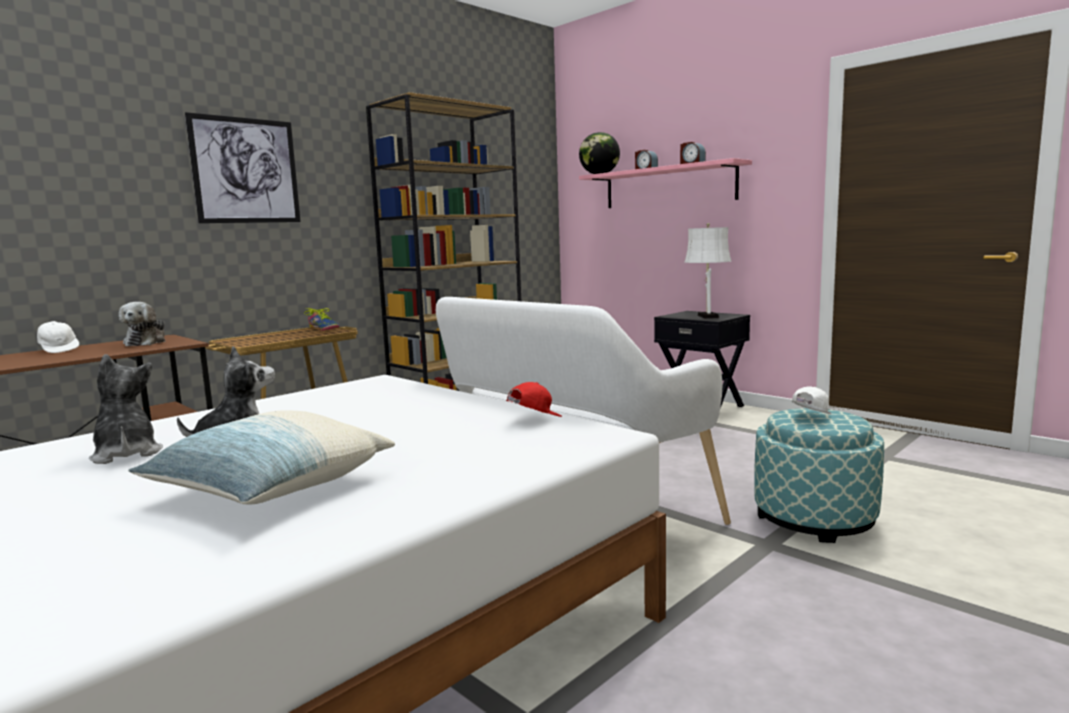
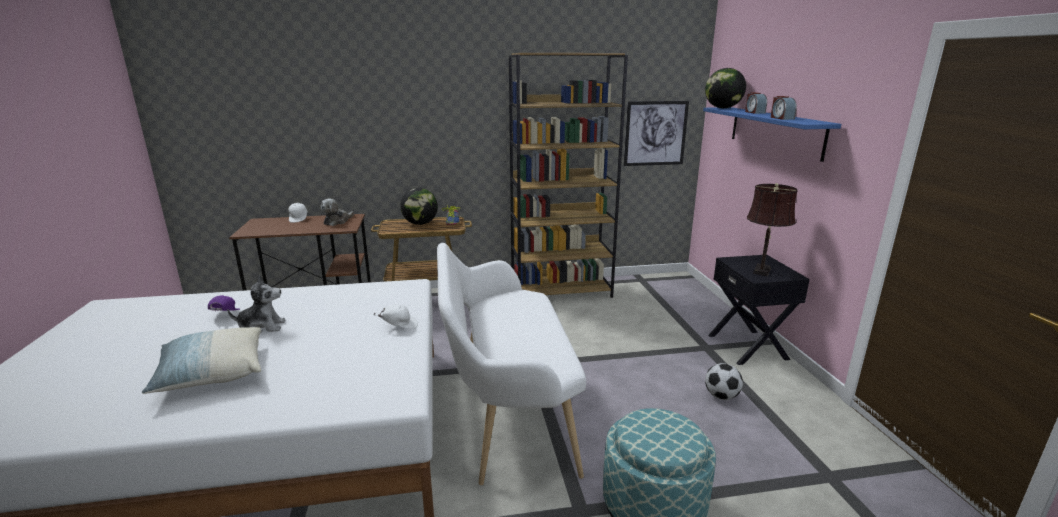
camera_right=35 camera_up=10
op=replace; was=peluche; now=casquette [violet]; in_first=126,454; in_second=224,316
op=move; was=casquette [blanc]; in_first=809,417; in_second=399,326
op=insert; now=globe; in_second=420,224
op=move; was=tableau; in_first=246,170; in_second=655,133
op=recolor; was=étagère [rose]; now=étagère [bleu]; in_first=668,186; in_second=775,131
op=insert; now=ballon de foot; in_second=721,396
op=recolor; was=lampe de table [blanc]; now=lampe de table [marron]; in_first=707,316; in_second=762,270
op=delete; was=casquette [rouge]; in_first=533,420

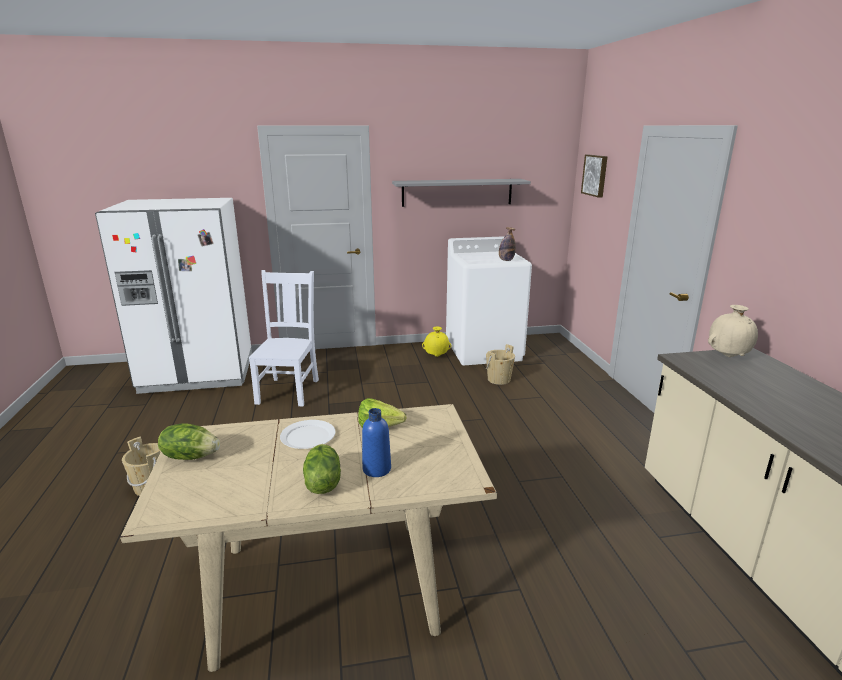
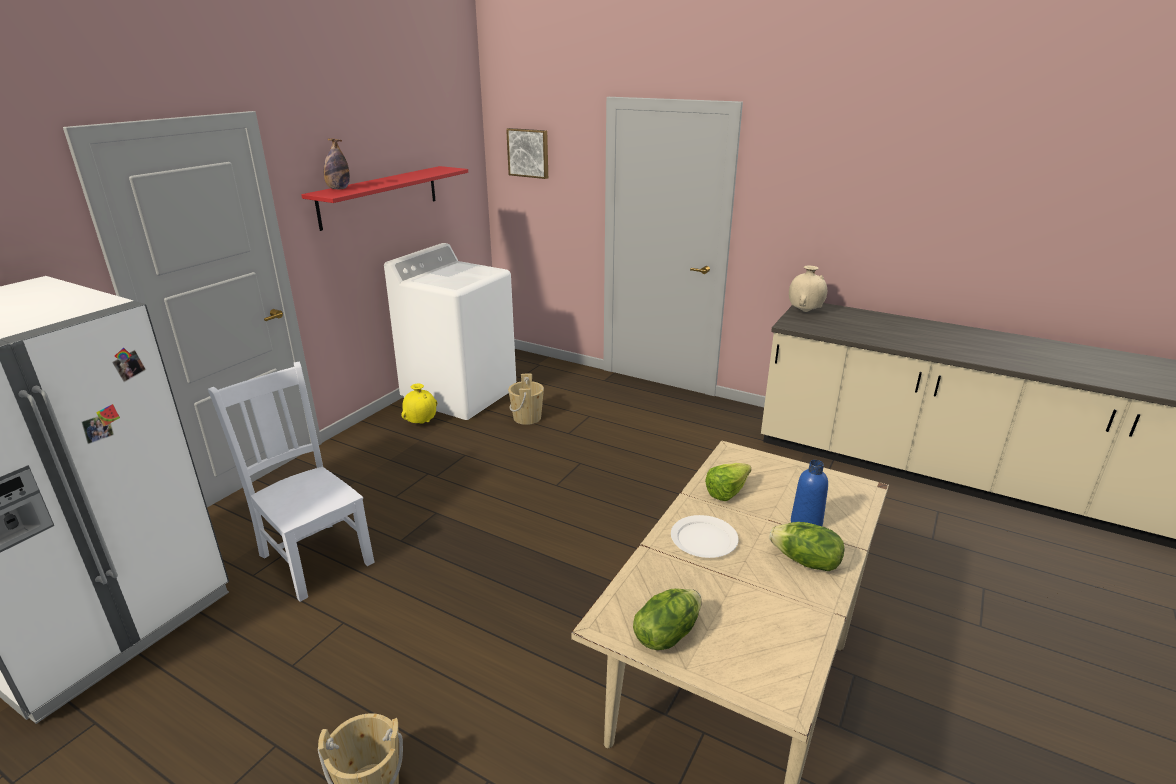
camera_right=-50 camera_up=5
op=recolor; was=étagère [gris]; now=étagère [rouge]; in_first=457,192; in_second=379,196
op=move; was=bouteille; in_first=506,260; in_second=338,189

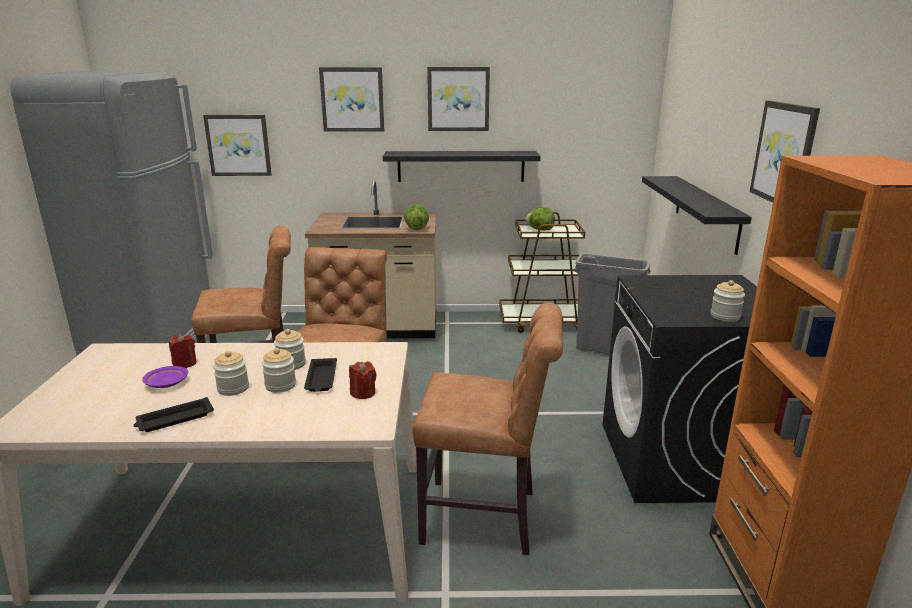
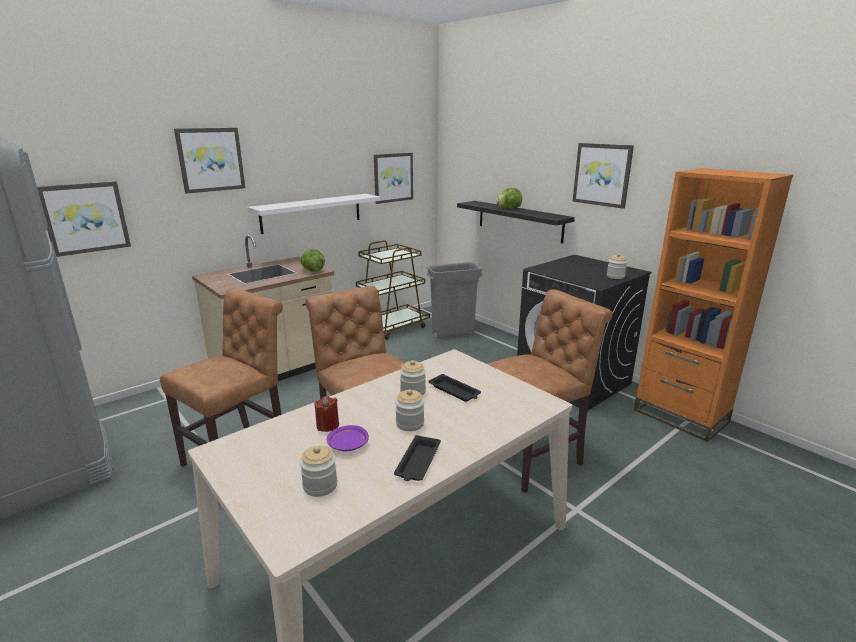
camera_right=-40 camera_up=0
op=recolor; was=étagère [noir]; now=étagère [blanc]; in_first=461,166; in_second=312,213
op=move; was=bocal; in_first=280,385; in_second=320,485
op=move; was=tableau; in_first=458,99; in_second=393,177
op=move; was=laitue; in_first=540,230; in_second=508,208
op=delete; was=bougie [rouge]; in_first=363,393

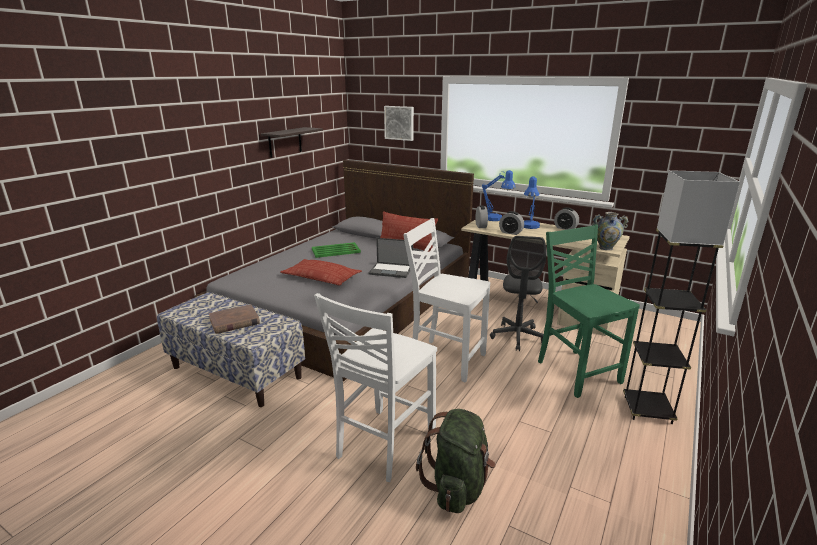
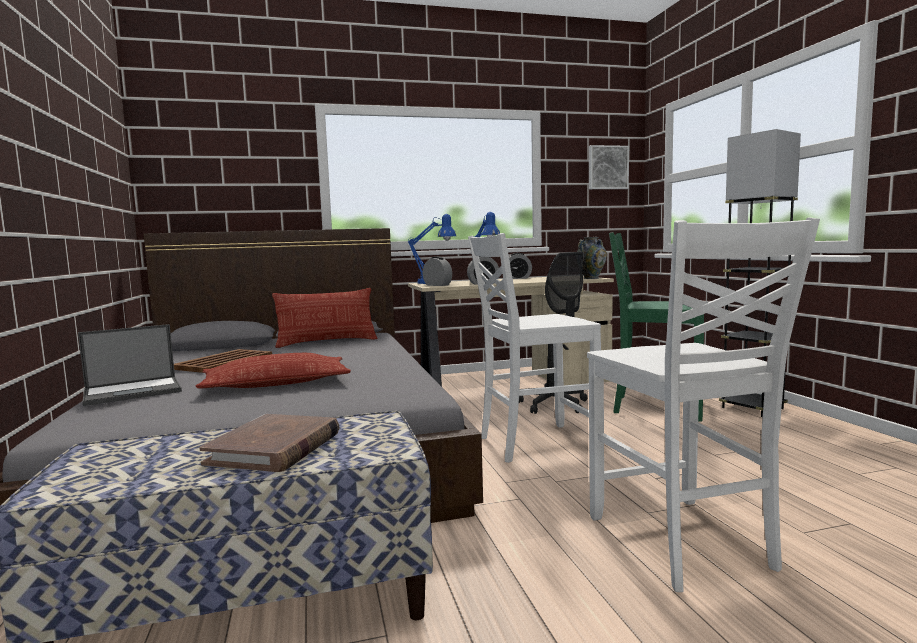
camera_right=-45 camera_up=-15
op=move; was=ordinateur portable; in_first=391,270; in_second=134,391
op=recolor; was=plateau [vert]; now=plateau [marron]; in_first=336,251; in_second=224,362
op=move; was=tableau; in_first=399,123; in_second=607,167
op=delete; was=étagère; in_first=285,142
op=delete; was=sac à dos [vert]; in_first=457,486

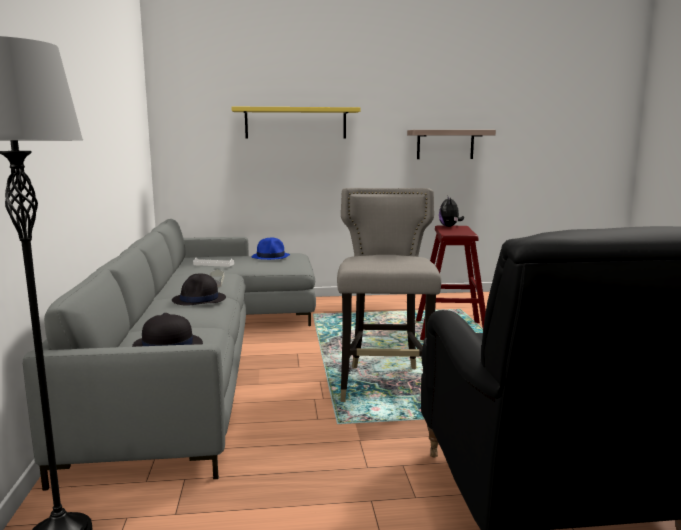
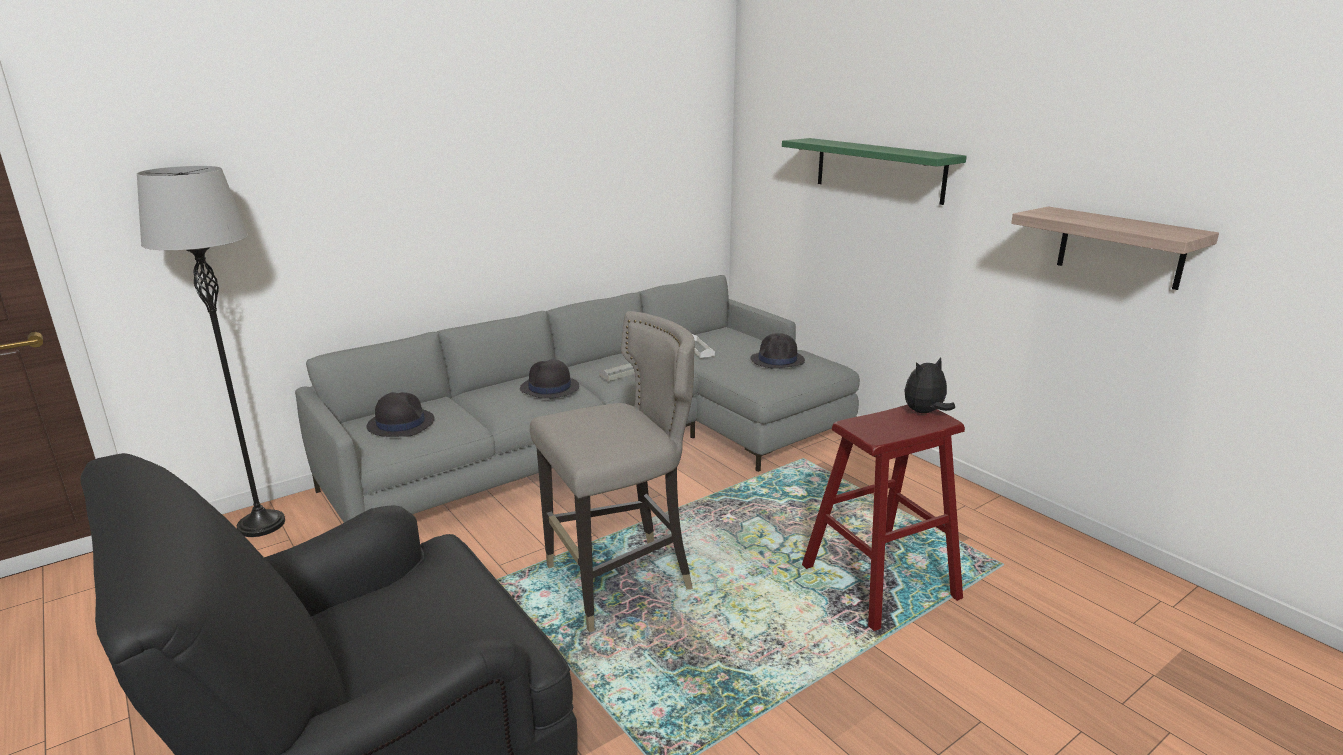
camera_right=60 camera_up=10
op=recolor; was=chapeau [bleu]; now=chapeau [noir]; in_first=271,256; in_second=777,360
op=recolor; was=étagère [jaune]; now=étagère [vert]; in_first=295,123; in_second=878,169

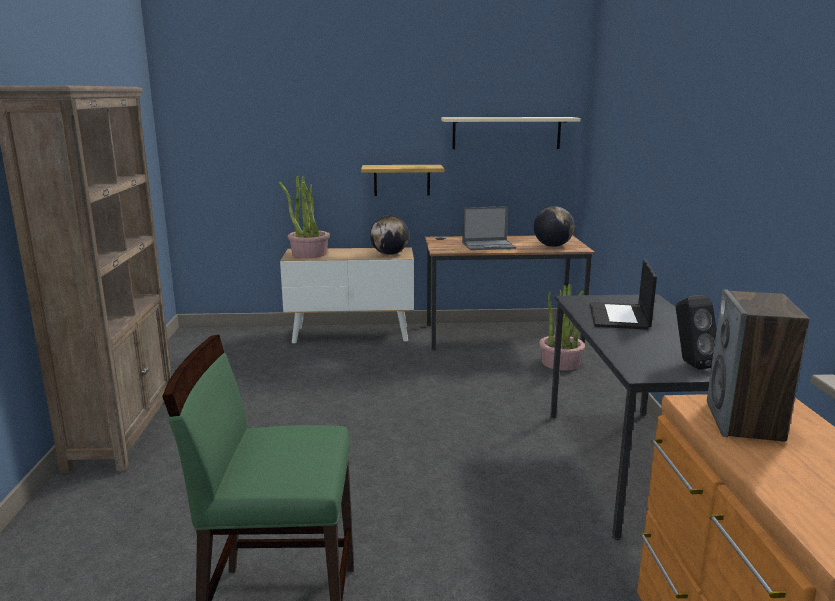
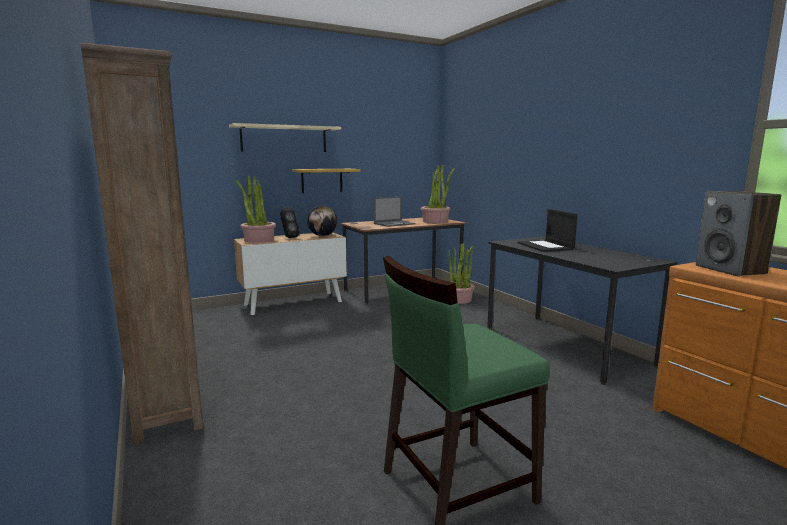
camera_right=-25 camera_up=-5
op=move; was=étagère [beige]; in_first=506,133; in_second=284,139
op=move; was=enceinte [noir]; in_first=690,364; in_second=288,237
op=replace; was=globe; now=plante en pot; in_first=552,246; in_second=435,221

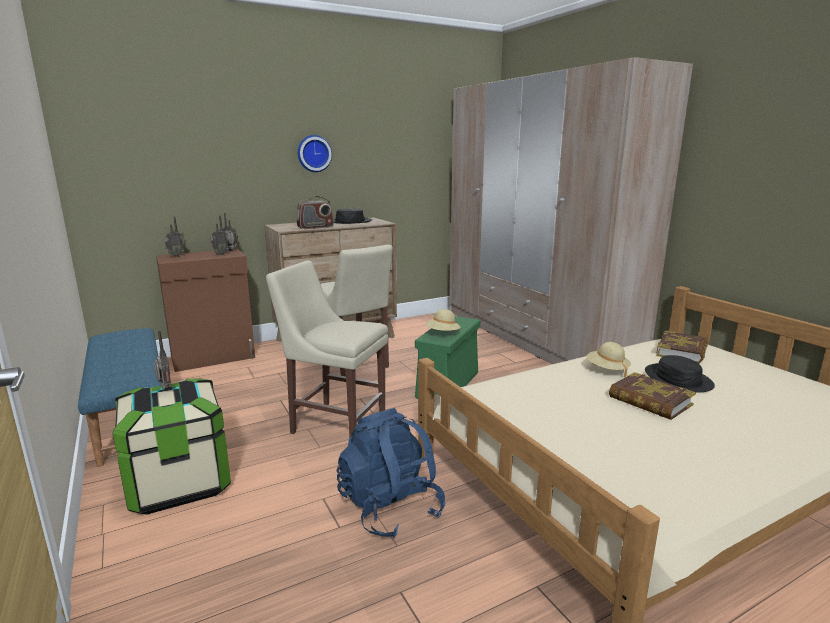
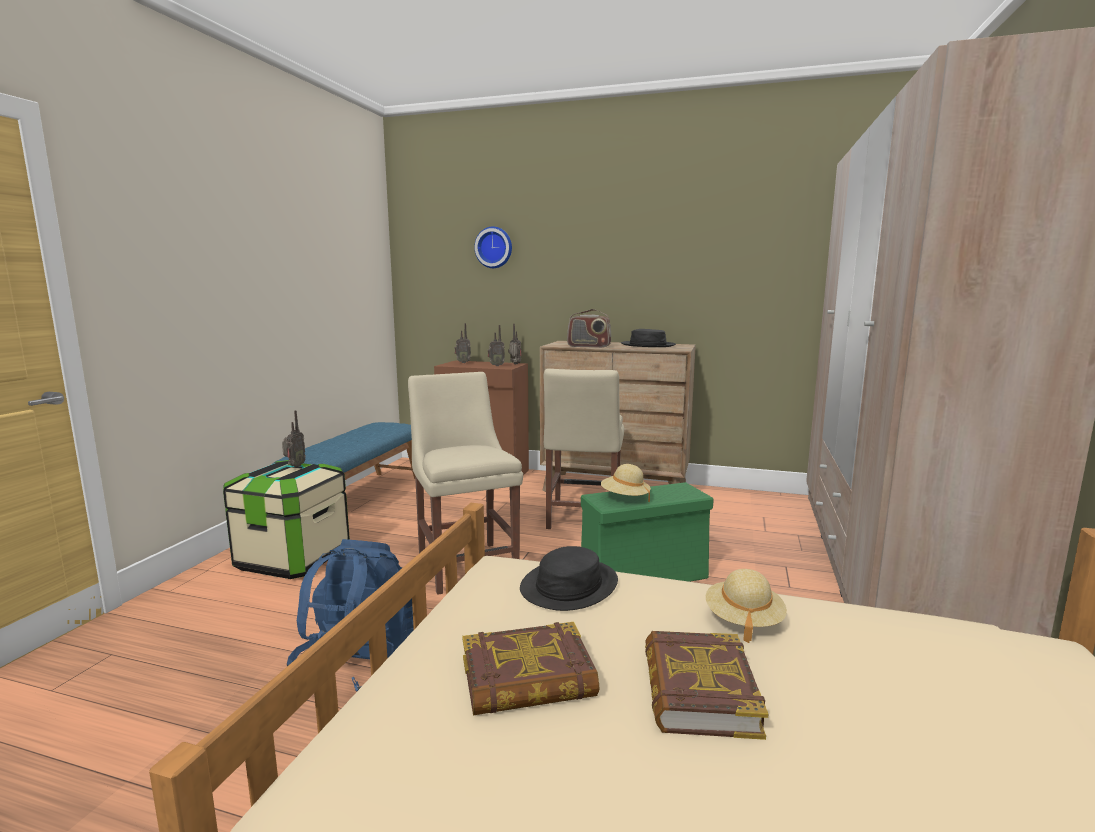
camera_right=45 camera_up=-5
op=move; was=livre; in_first=682,351; in_second=528,678
op=move; was=horloge murale; in_first=314,153; in_second=494,247
op=move; was=chapeau [noir]; in_first=677,379; in_second=569,585

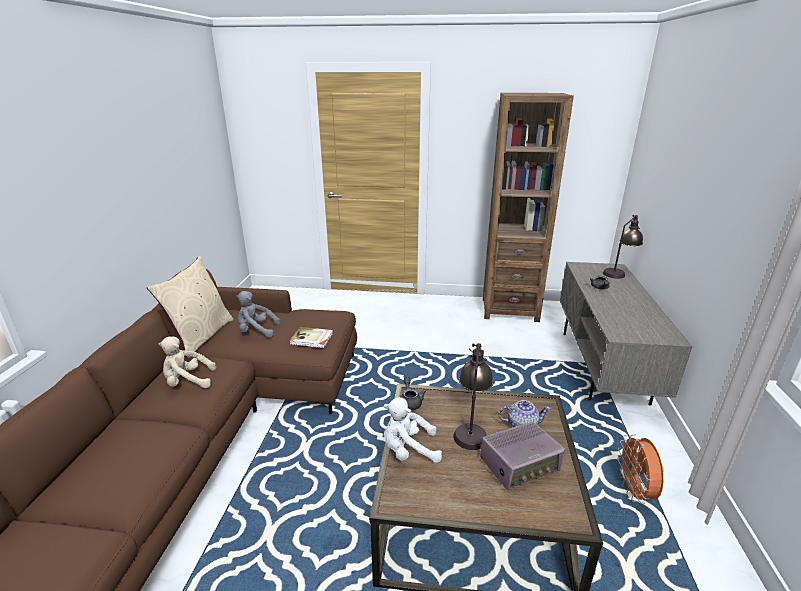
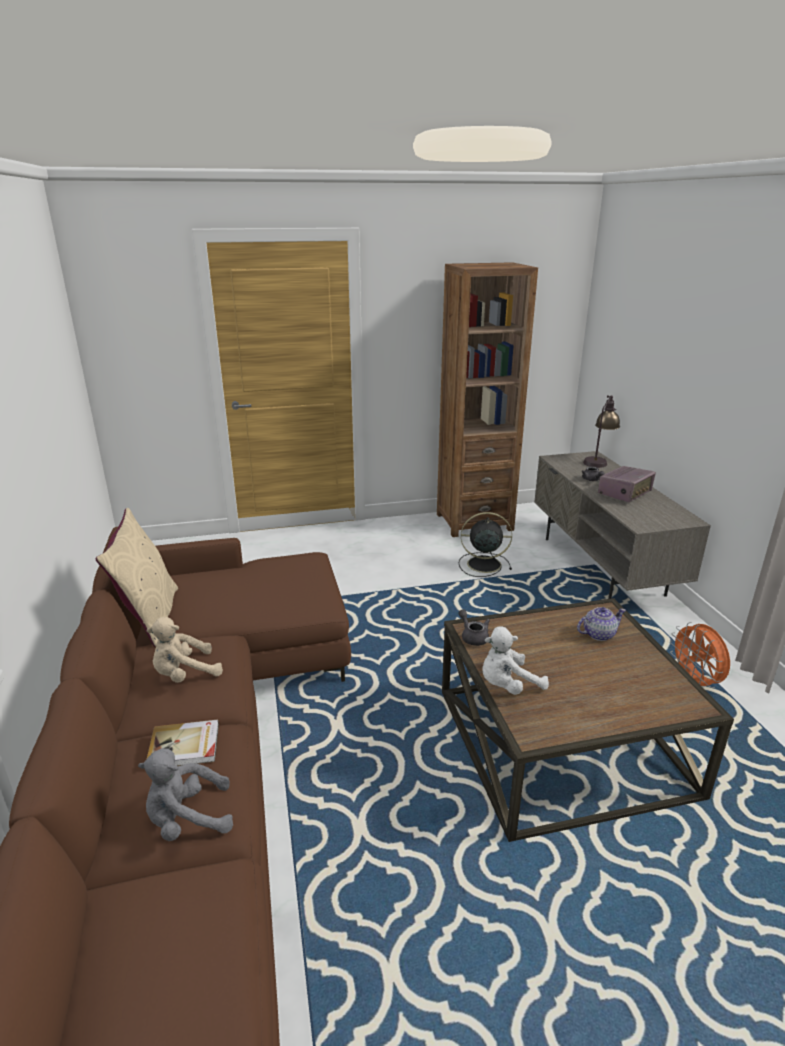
camera_right=-20 camera_up=0
op=move; was=peluche [gris]; in_first=256,331; in_second=187,820
op=move; was=livre; in_first=312,339; in_second=184,747
op=insert; now=ventilateur [noir]; in_second=482,564
op=move; was=radio; in_first=520,465; in_second=625,493
op=delete; was=lampe de table; in_first=471,428

